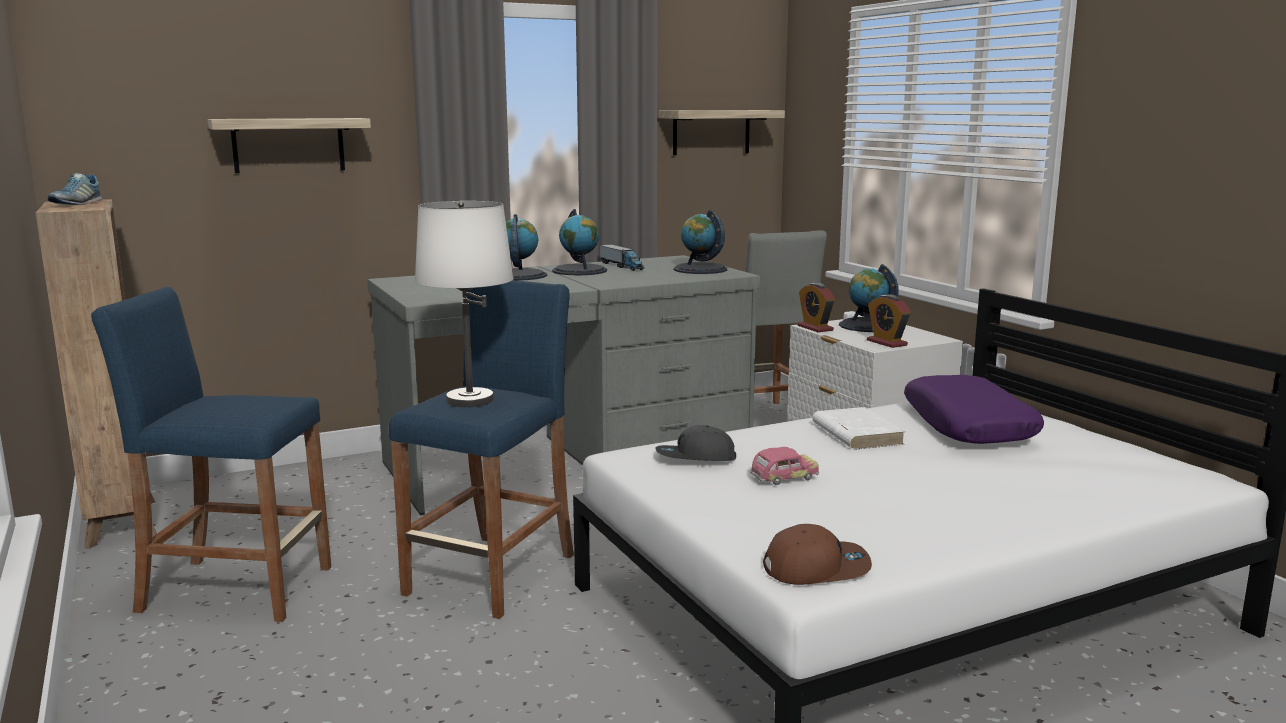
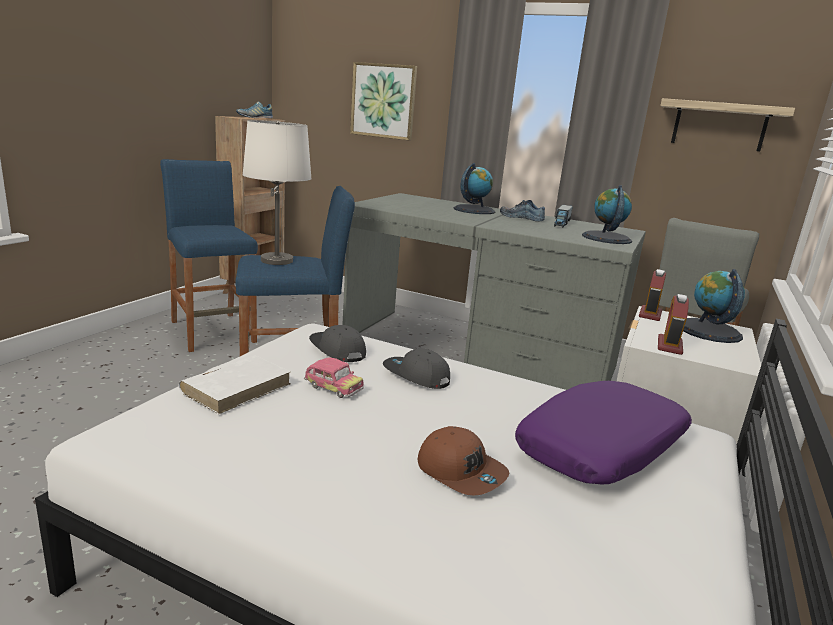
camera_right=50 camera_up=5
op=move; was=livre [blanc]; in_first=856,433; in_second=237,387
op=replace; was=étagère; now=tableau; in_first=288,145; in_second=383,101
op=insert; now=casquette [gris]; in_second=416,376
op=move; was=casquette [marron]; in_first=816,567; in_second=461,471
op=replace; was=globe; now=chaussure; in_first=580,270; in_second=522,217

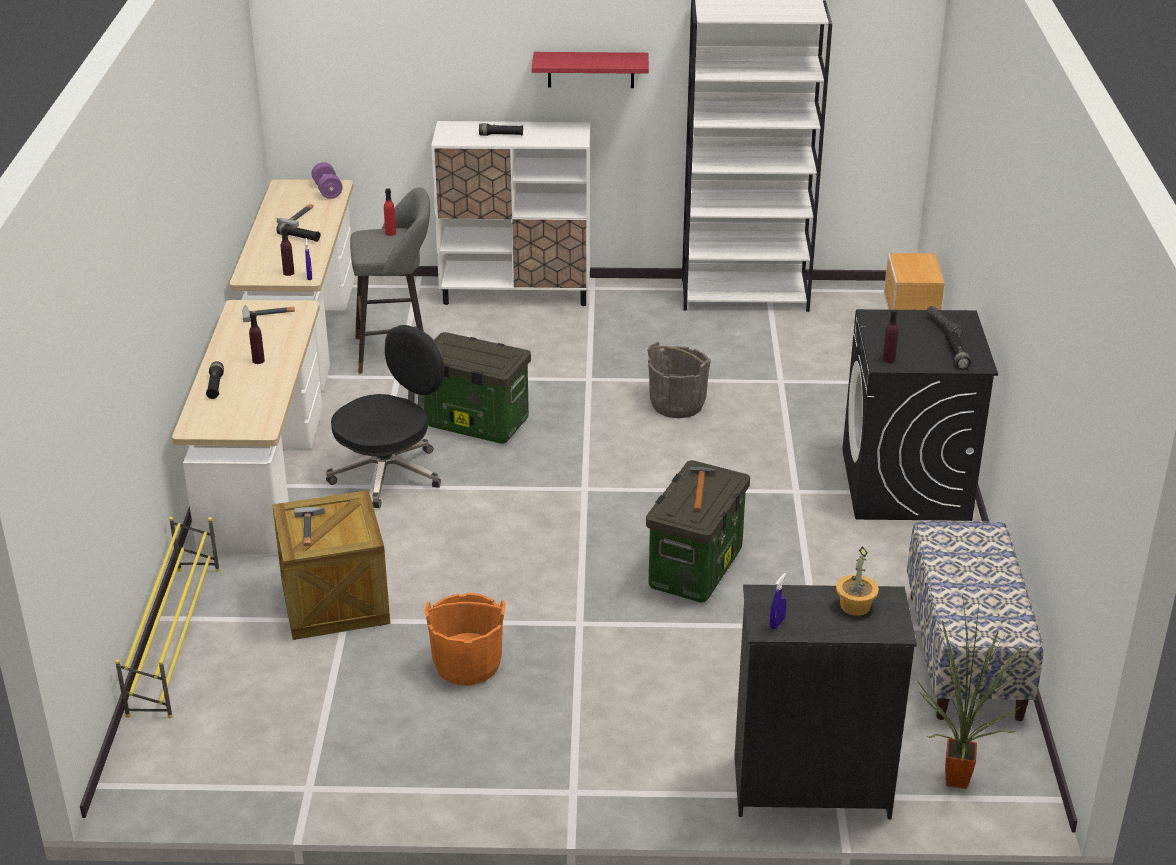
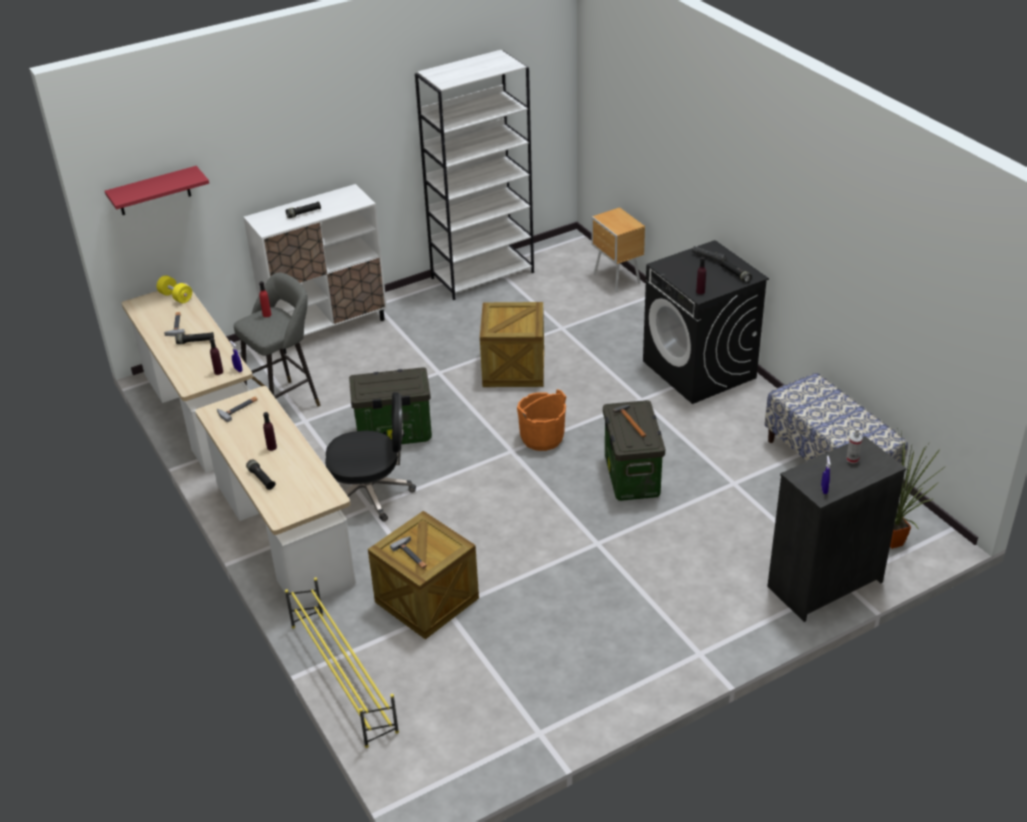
camera_right=-30 camera_up=5
op=move; was=étagère [rouge]; in_first=591,69; in_second=154,191
op=recolor; was=haltère [violet]; now=haltère [jaune]; in_first=327,190; in_second=176,297
op=rotate; was=chaise de bureau [noir]; in_first=389,473; in_second=371,493; clockwise=75
op=replace; was=seau [gris]; now=caisse; in_first=677,404; in_second=513,368
op=move; was=seau [orange]; in_first=467,665; in_second=542,438
op=replace; was=plante en pot; now=vaporisateur; in_first=854,605; in_second=852,459

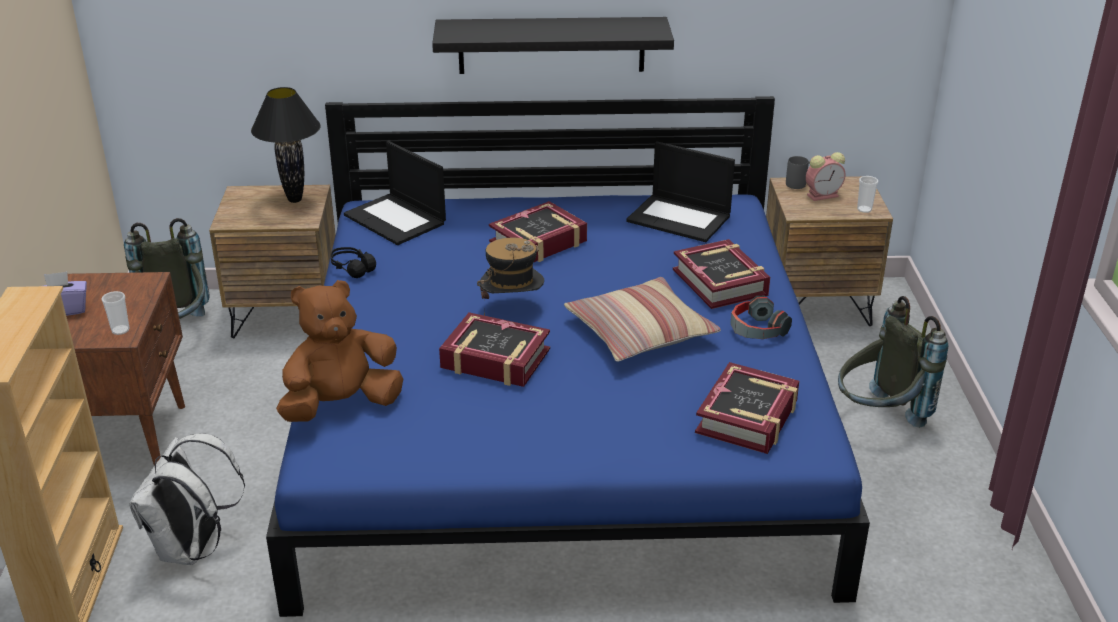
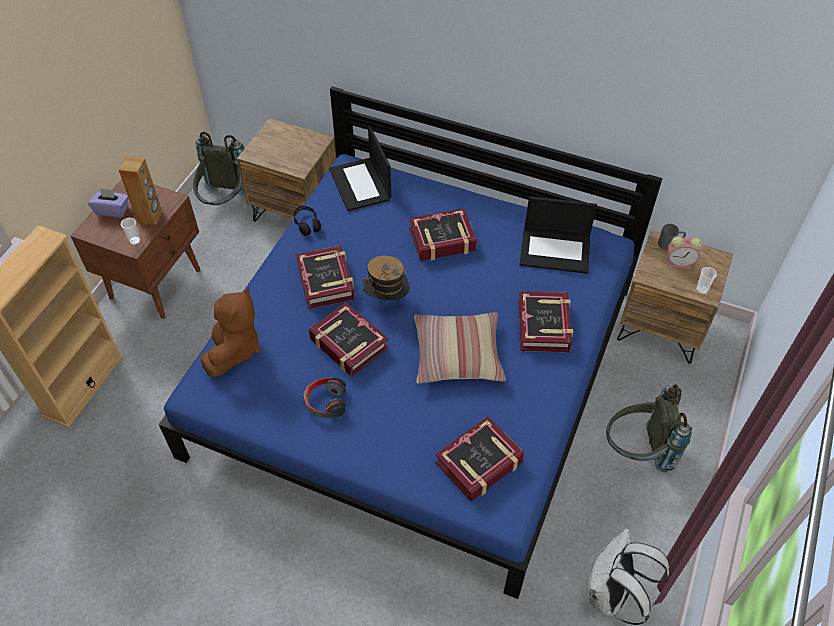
camera_right=25 camera_up=20
op=insert; now=enceinte [marron]; in_second=150,217
op=rotate; was=peluche [marron]; in_first=341,405; in_second=234,349; clockwise=105
op=insert; now=livre; in_second=326,281
op=move; was=casque audio; in_first=756,330; in_second=325,402
op=rotate; was=ordinateur portable; in_first=680,218; in_second=556,250; clockwise=-45
op=move; was=sac à dos [blanc]; in_first=193,549; in_second=612,595
op=delete; was=lampe de table [noir]; in_first=294,200
op=delete; was=étagère [noir]; in_first=551,45

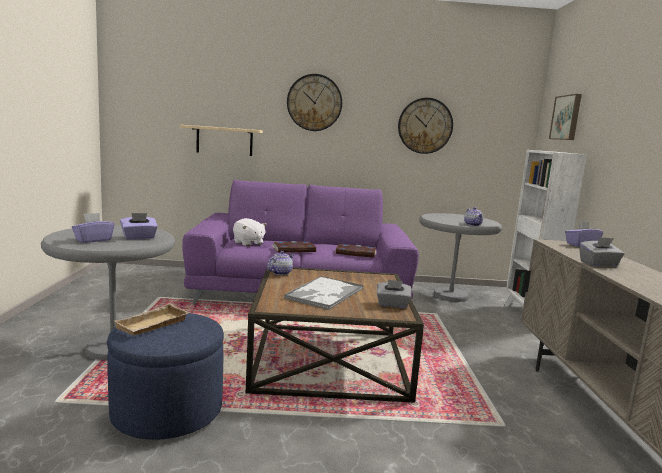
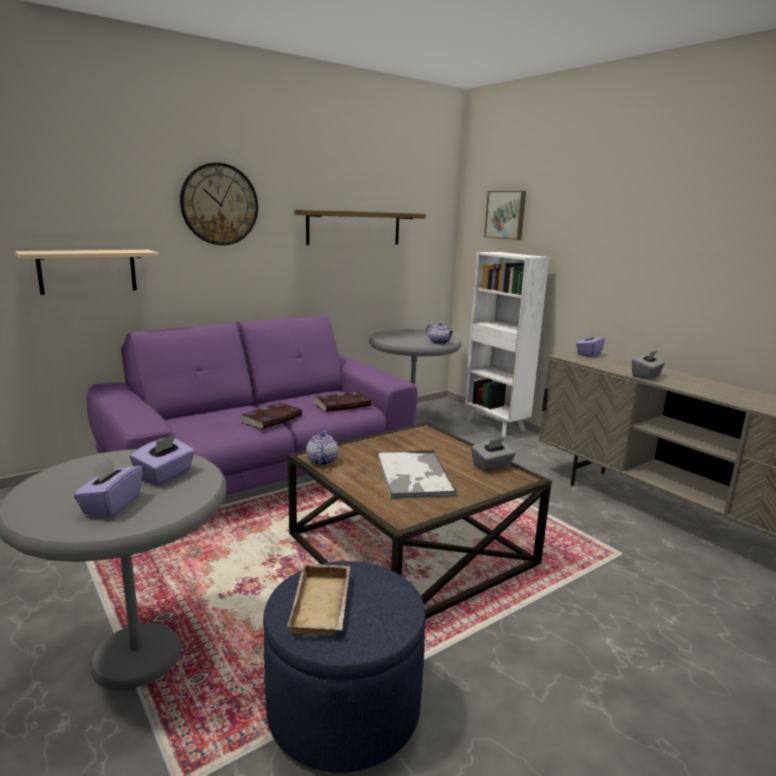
camera_right=-35 camera_up=5
op=replace; was=horloge murale; now=étagère; in_first=425,126; in_second=354,228
op=delete; was=peluche [blanc]; in_first=248,243

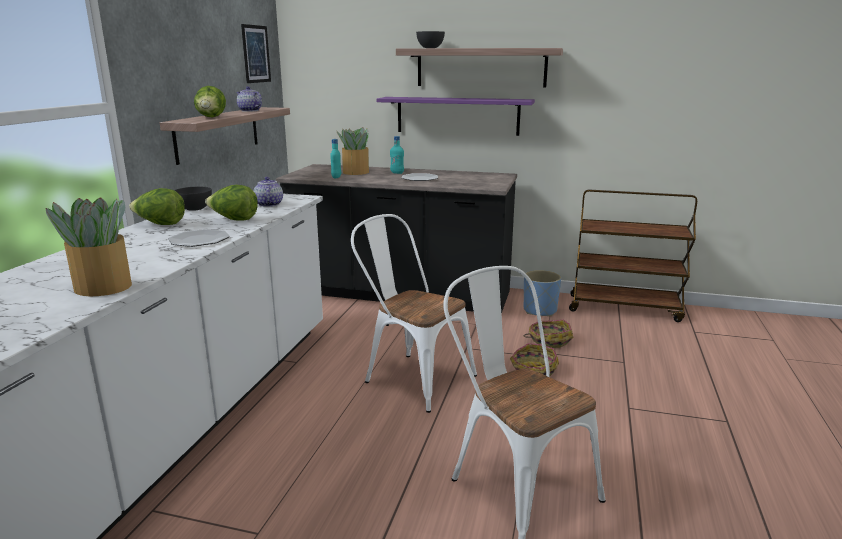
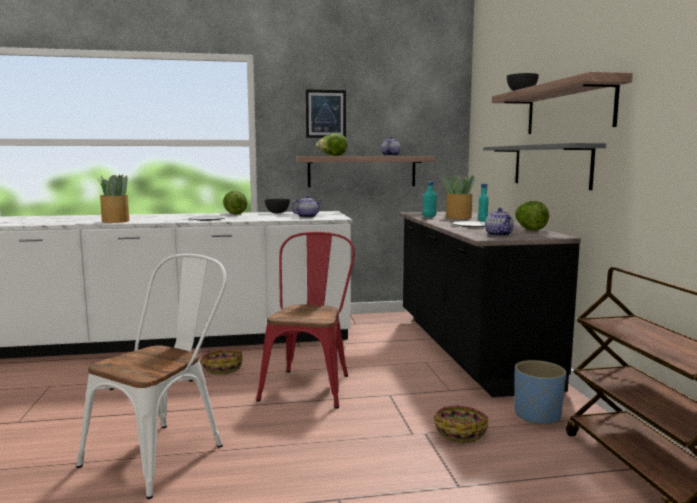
camera_right=65 camera_up=-10
op=move; was=panier; in_first=533,370; in_second=222,368
op=recolor; was=chaise [blanc]; now=chaise [rouge]; in_first=412,377; in_second=310,384
op=move; was=tableau; in_first=256,54; in_second=325,114
op=recolor; was=étagère [violet]; now=étagère [gris]; in_first=457,115; in_second=550,165
op=insert; now=théière; in_second=499,235
op=move; was=laitue; in_first=234,220; in_second=529,229

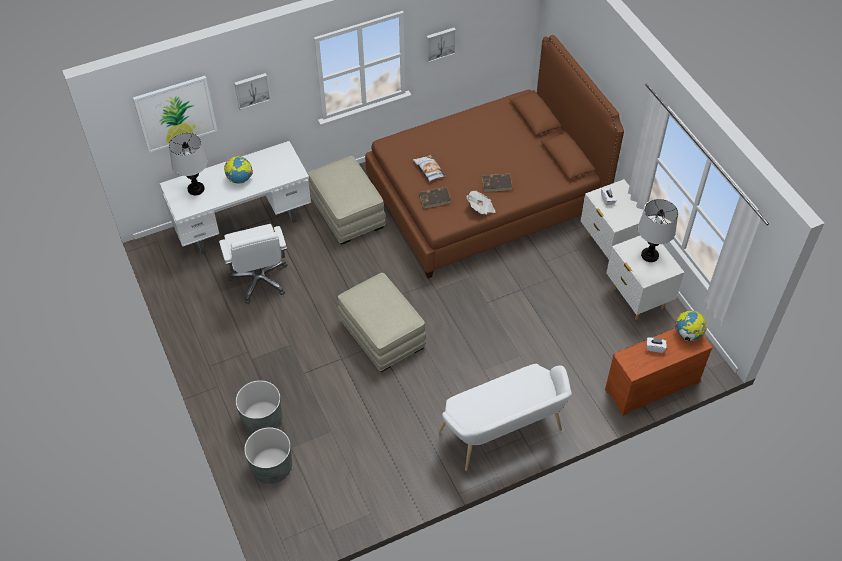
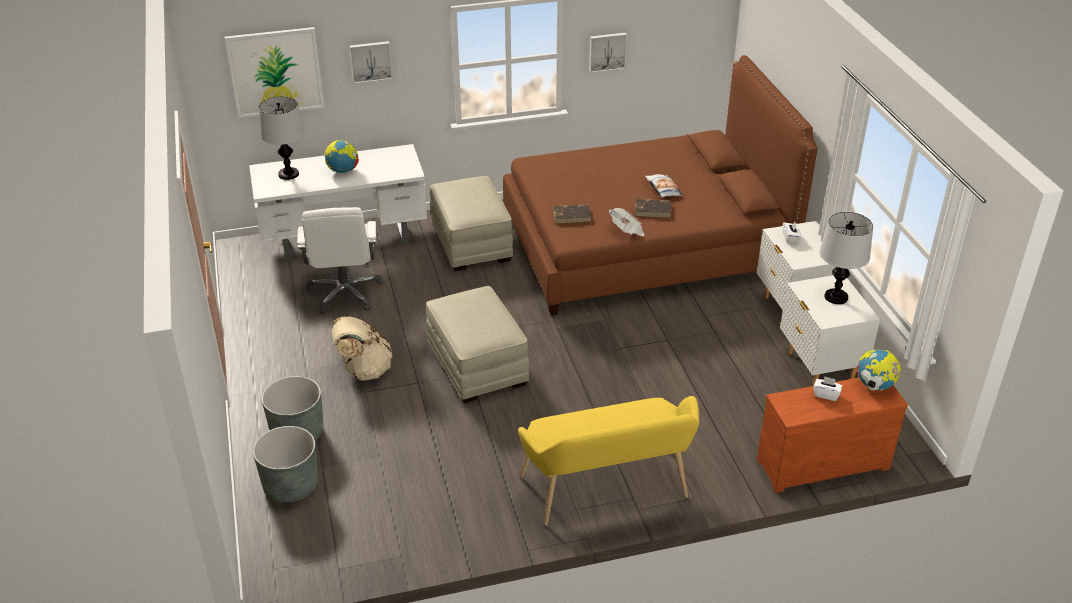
camera_right=10 camera_up=-15
op=insert; now=sac à dos [beige]; in_second=364,370
op=recolor; was=banc [blanc]; now=banc [jaune]; in_first=504,434; in_second=608,491
op=move; was=coussin; in_first=429,170; in_second=663,189

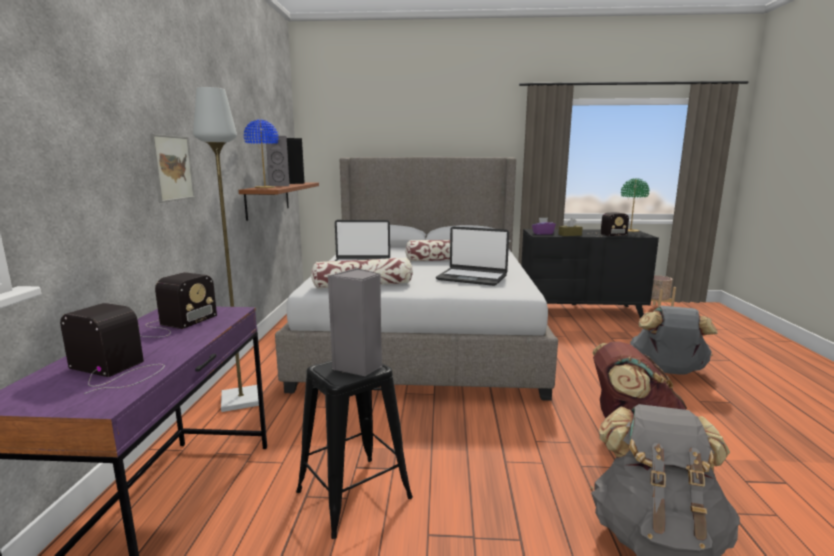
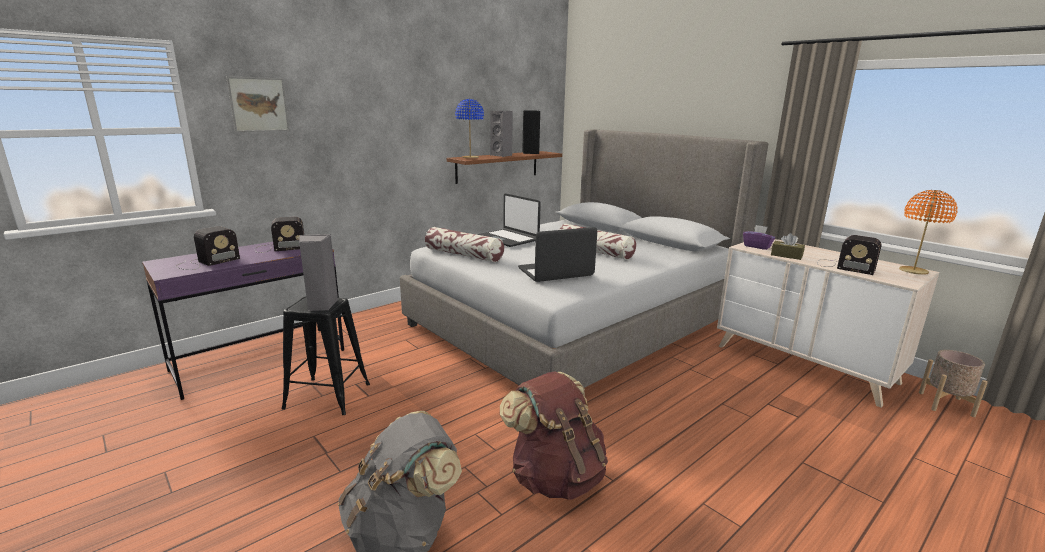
camera_right=45 camera_up=5
op=rotate; was=radio; in_first=117,370; in_second=206,262; clockwise=60
op=move; was=tableau; in_first=172,168; in_second=259,104
op=rotate; was=ordinateur portable; in_first=472,277; in_second=555,272; clockwise=90
op=recolor; was=commode [noir]; now=commode [beige]; in_first=580,311; in_second=805,364
op=recolor; was=lampe de table [vert]; now=lampe de table [orange]; in_first=630,231; in_second=913,271
op=delete; was=lampadaire [gris]; in_first=242,400
op=delete; was=sac à dos [gris]; in_first=667,371

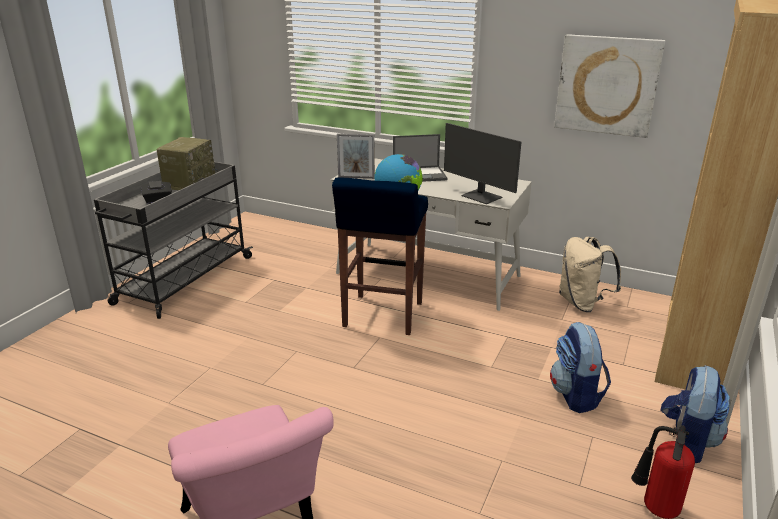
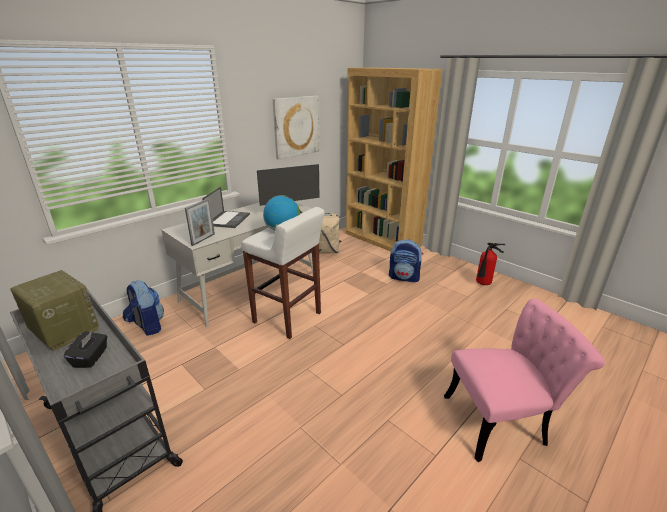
camera_right=-70 camera_up=0
op=move; was=sac à dos; in_first=687,442; in_second=147,326
op=recolor; was=tabouret [bleu]; now=tabouret [blanc]; in_first=382,315; in_second=288,318

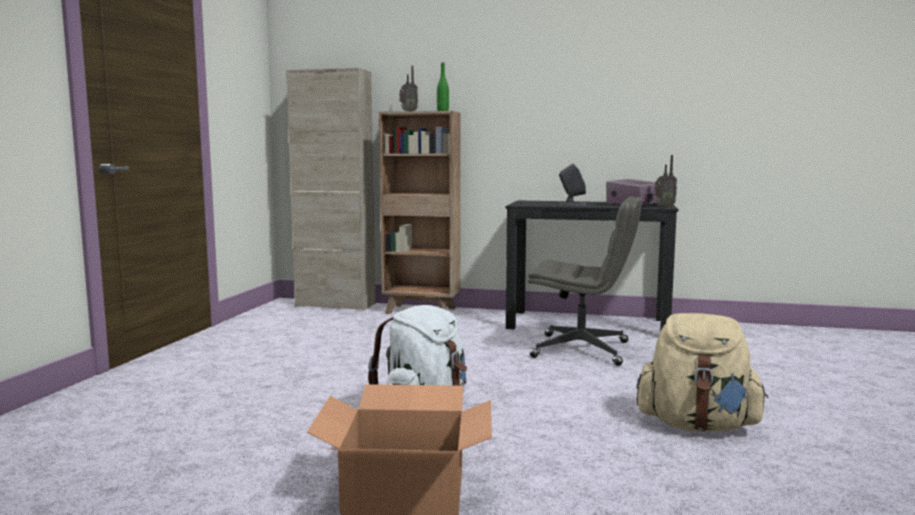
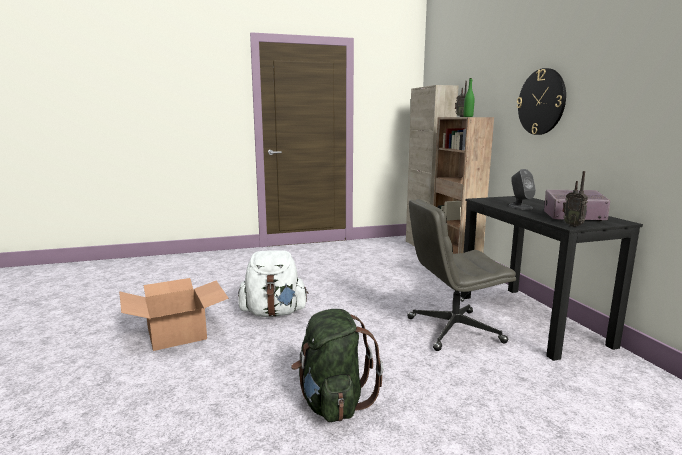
camera_right=60 camera_up=5
op=recolor; was=sac à dos [beige]; now=sac à dos [vert]; in_first=697,425; in_second=332,402
op=rotate; was=chaise de bureau [gris]; in_first=582,350; in_second=453,330; clockwise=90
op=insert; now=horloge murale; in_second=541,102

